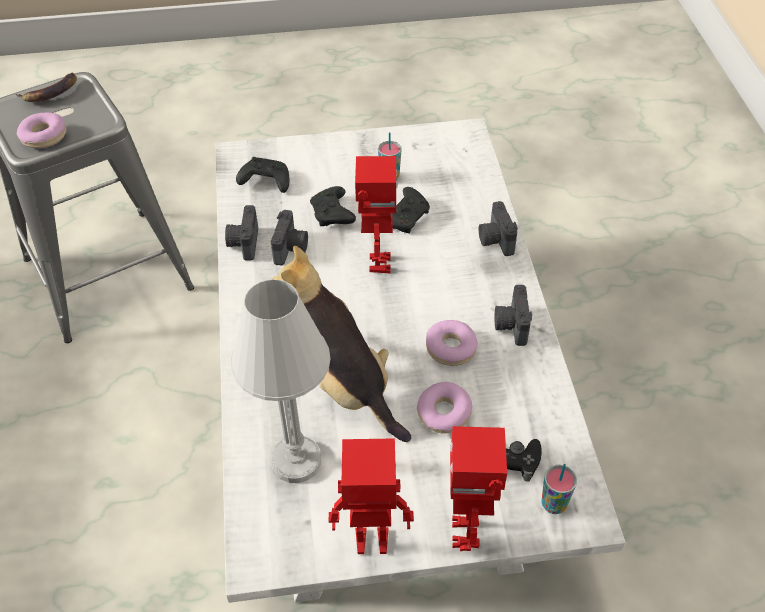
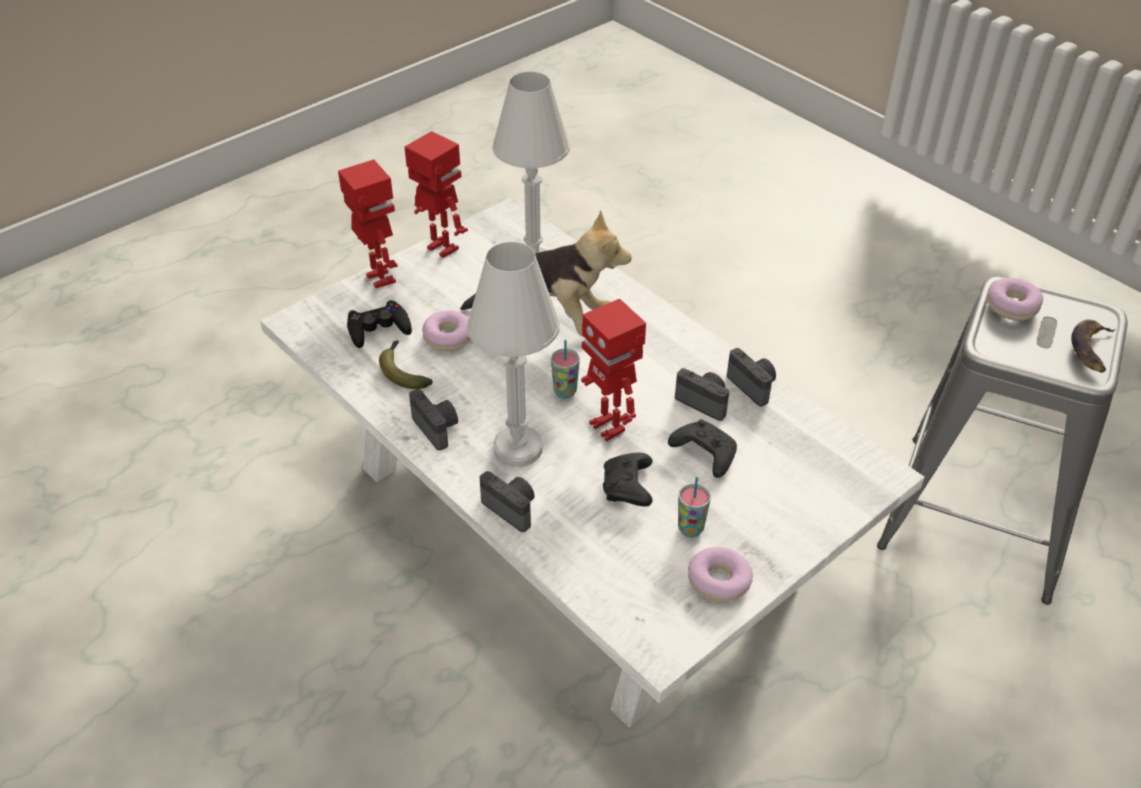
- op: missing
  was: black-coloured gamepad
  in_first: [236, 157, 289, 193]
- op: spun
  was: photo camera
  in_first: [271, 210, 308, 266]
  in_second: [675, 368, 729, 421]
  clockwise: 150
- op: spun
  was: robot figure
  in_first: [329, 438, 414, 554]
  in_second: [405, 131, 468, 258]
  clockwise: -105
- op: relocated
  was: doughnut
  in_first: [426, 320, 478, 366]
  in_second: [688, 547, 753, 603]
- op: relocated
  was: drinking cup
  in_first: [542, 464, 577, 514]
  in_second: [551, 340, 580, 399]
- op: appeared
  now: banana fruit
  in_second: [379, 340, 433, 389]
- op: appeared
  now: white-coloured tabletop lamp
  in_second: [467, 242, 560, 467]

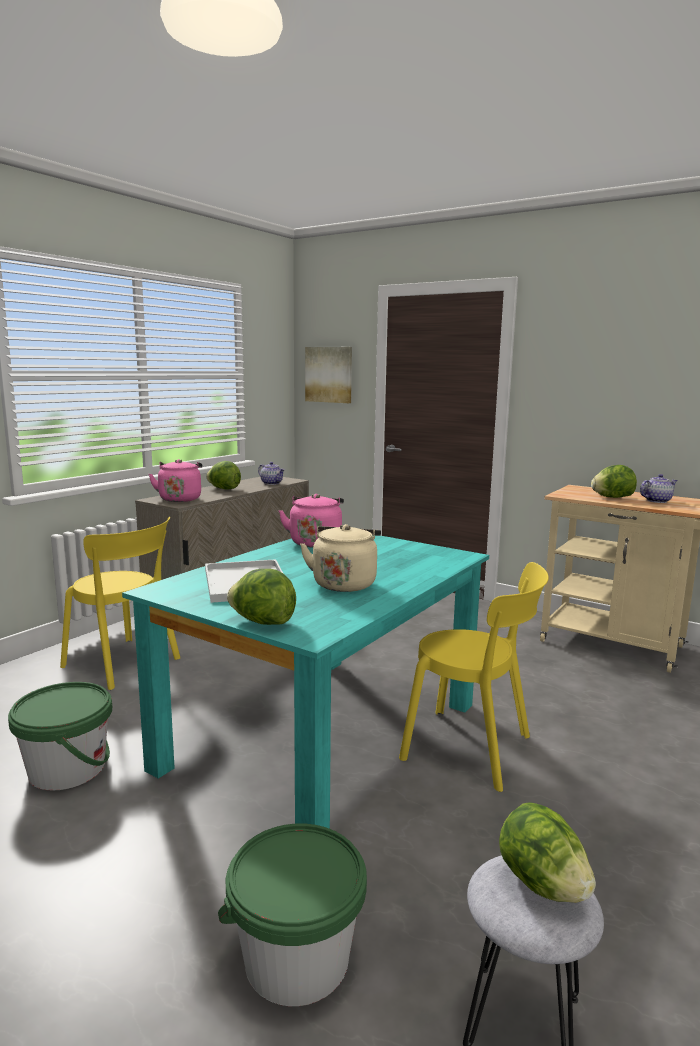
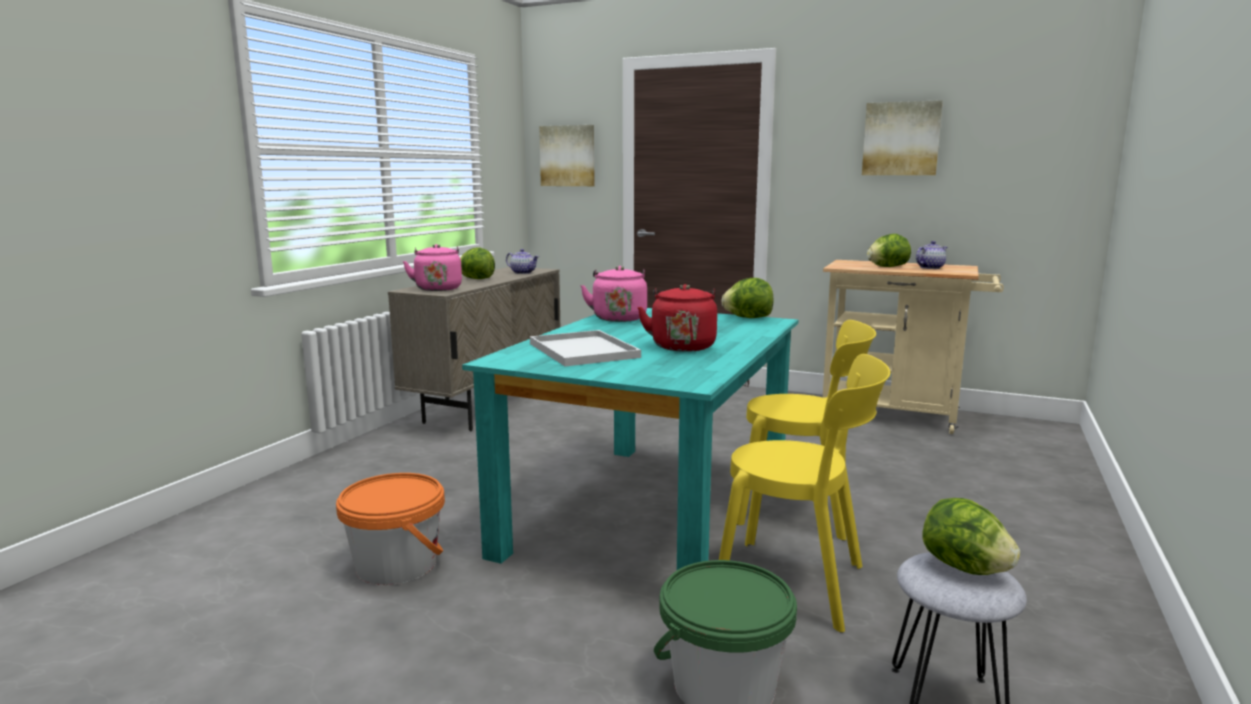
- op: colour
  was: green-coloured pail
  now: orangey pail
  in_first: [8, 682, 112, 790]
  in_second: [336, 473, 445, 585]
- op: relocated
  was: yellow-coloured chair
  in_first: [60, 517, 180, 690]
  in_second: [719, 354, 890, 633]
- op: relocated
  was: head of lettuce
  in_first: [227, 569, 296, 625]
  in_second: [721, 278, 774, 318]
- op: colour
  was: beige-coloured kettle
  now: red-coloured kettle
  in_first: [300, 524, 381, 592]
  in_second: [637, 284, 717, 352]
- op: appeared
  now: wall art
  in_second: [862, 100, 943, 175]

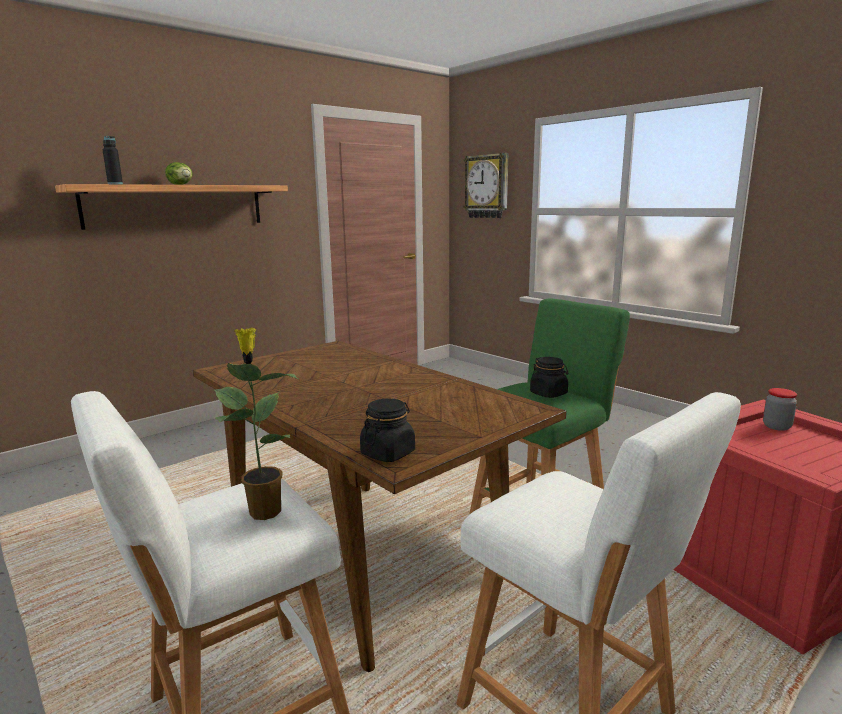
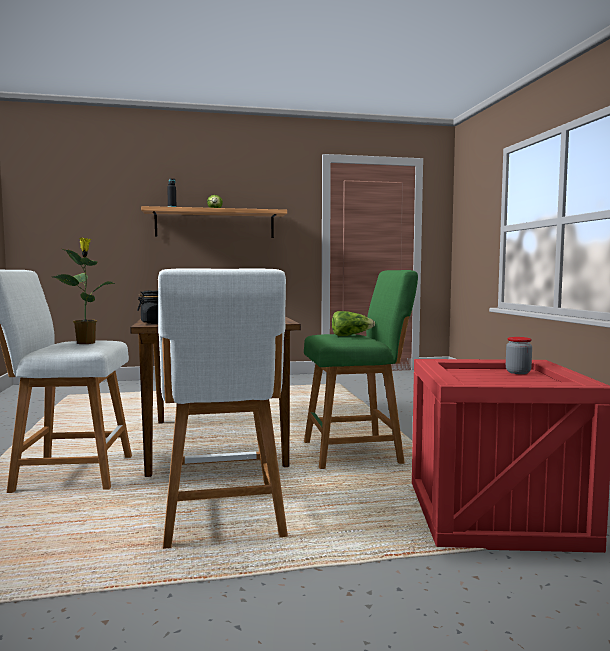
- op: missing
  was: hanging clock
  in_first: [463, 153, 508, 218]
- op: exchanged
  was: black-coloured storage jar
  now: head of lettuce
  in_first: [530, 357, 568, 398]
  in_second: [332, 311, 375, 336]

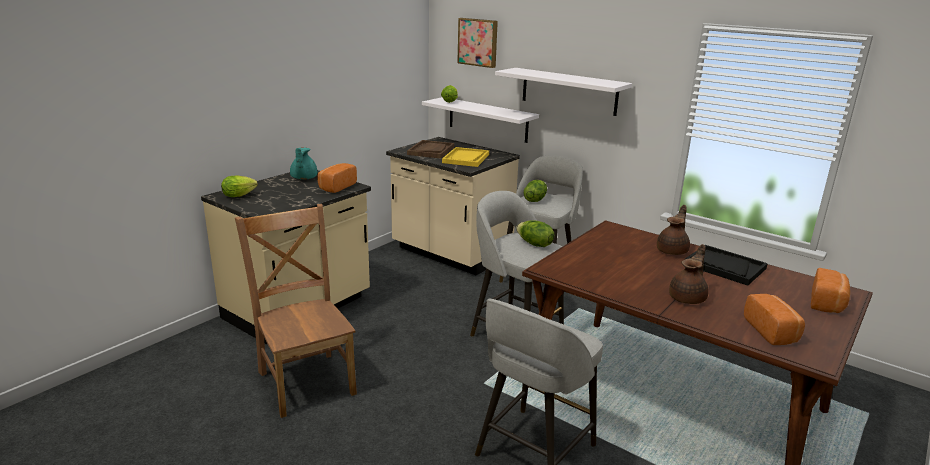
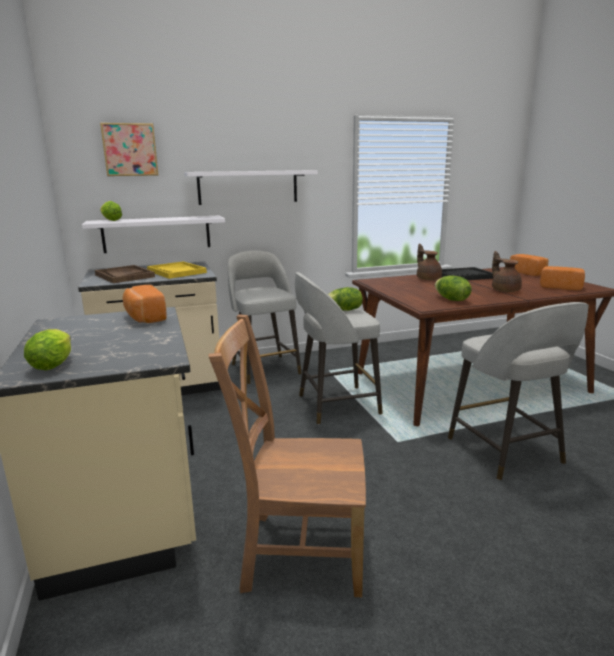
- op: missing
  was: blue-green teapot
  in_first: [290, 148, 317, 180]
- op: relocated
  was: head of lettuce
  in_first: [524, 180, 547, 202]
  in_second: [435, 275, 472, 301]

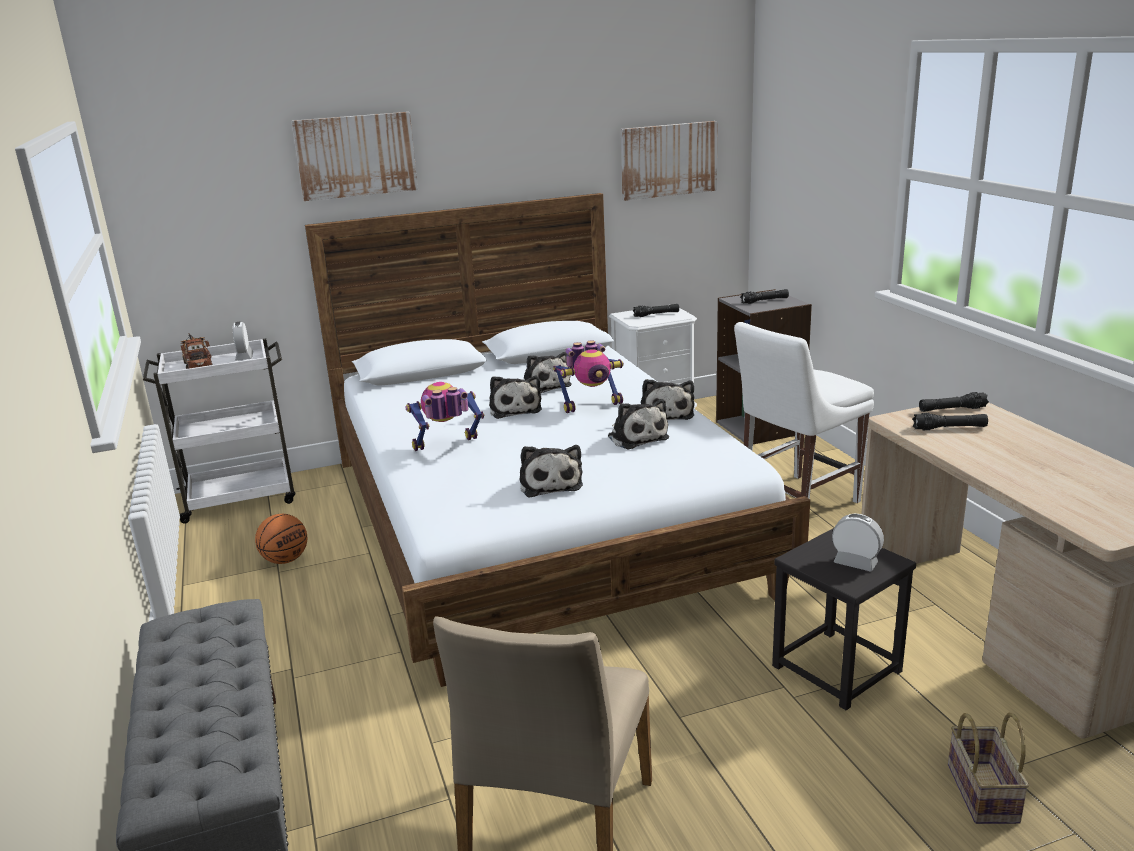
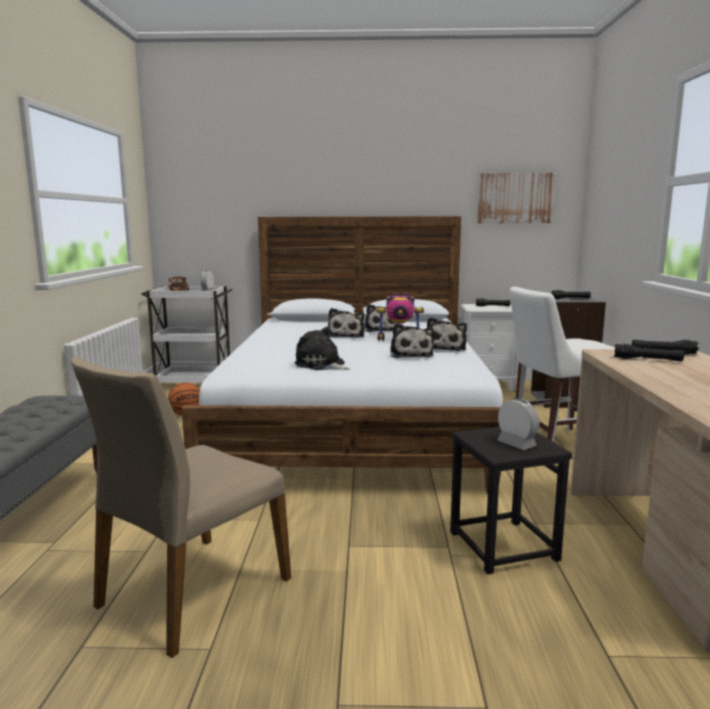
- op: missing
  was: wall art
  in_first: [291, 112, 418, 201]
- op: missing
  was: robot figure
  in_first: [405, 382, 484, 451]
- op: spun
  was: cuddly toy
  in_first: [520, 445, 583, 497]
  in_second: [294, 326, 350, 370]
  clockwise: 120
- op: missing
  was: basket
  in_first: [948, 712, 1029, 824]

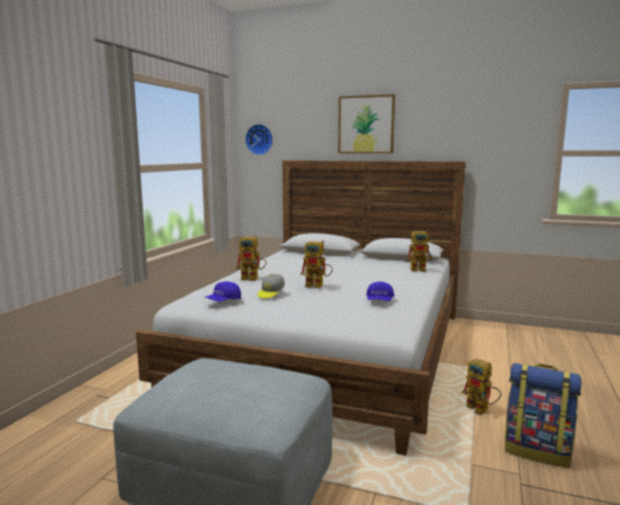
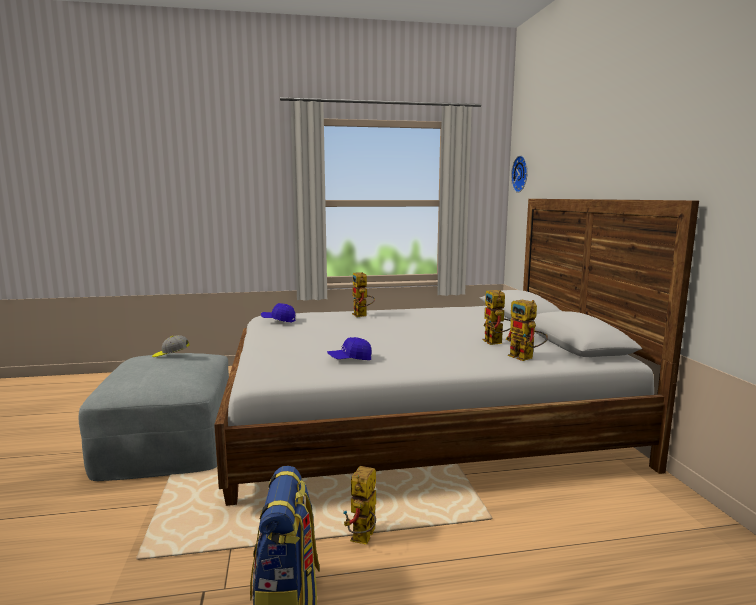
- op: relocated
  was: baseball cap
  in_first: [258, 274, 285, 299]
  in_second: [152, 335, 190, 357]
- op: relocated
  was: robot figure
  in_first: [300, 240, 333, 288]
  in_second: [483, 290, 511, 345]
- op: missing
  was: wall art
  in_first: [338, 94, 395, 153]

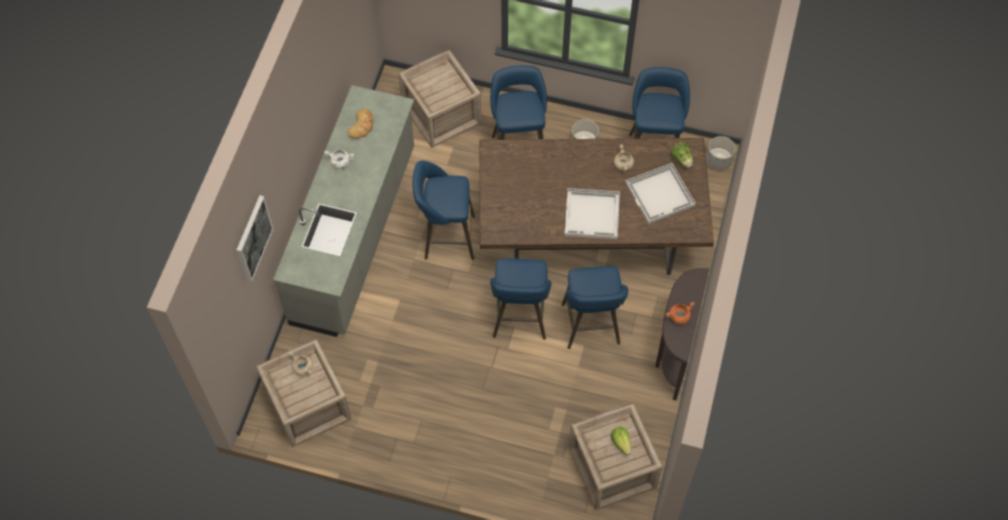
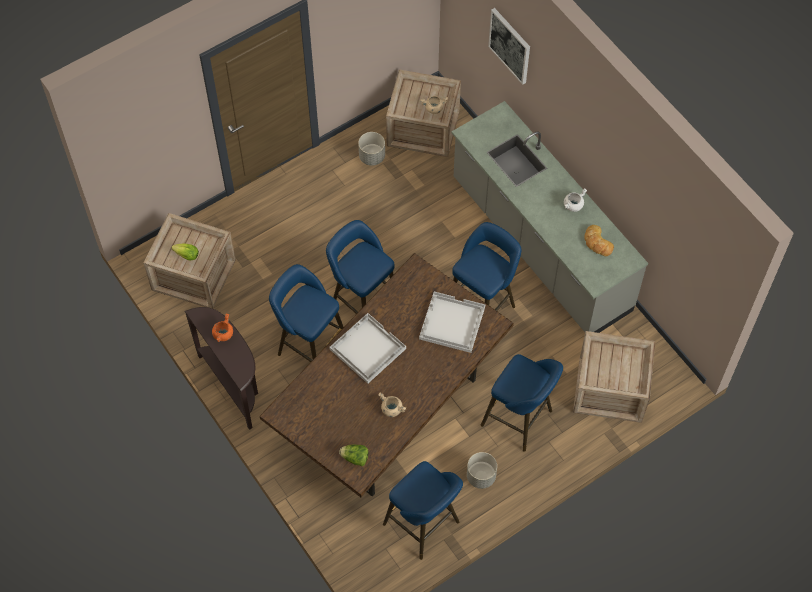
- op: relocated
  was: white-coloured serving tray
  in_first: [625, 163, 696, 224]
  in_second: [419, 292, 485, 353]
- op: relocated
  was: gray plant pot
  in_first: [706, 136, 736, 170]
  in_second: [358, 132, 385, 166]

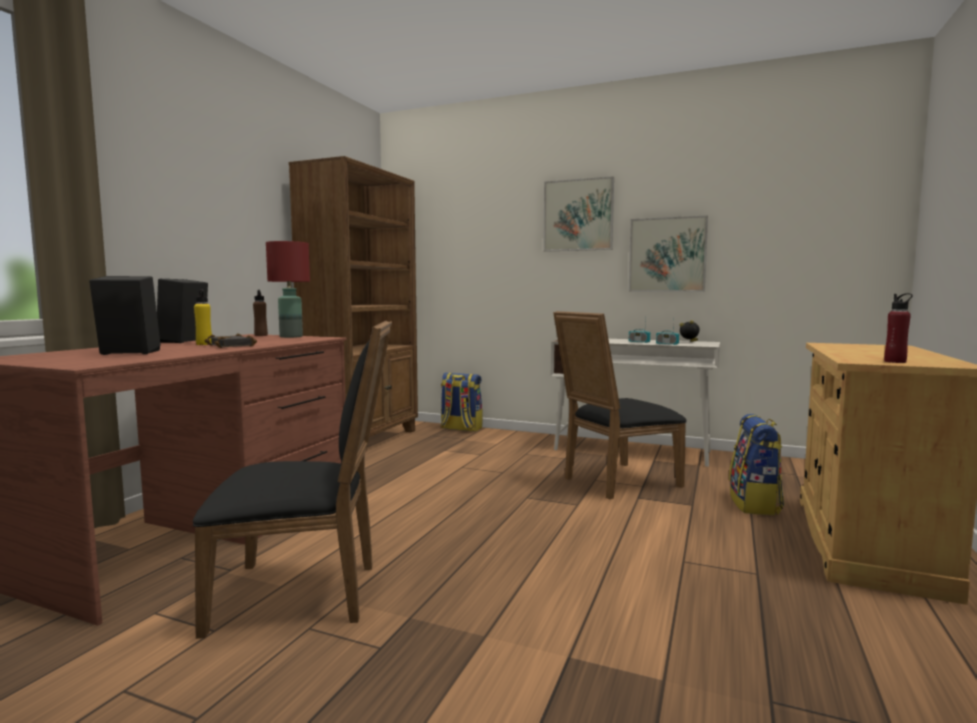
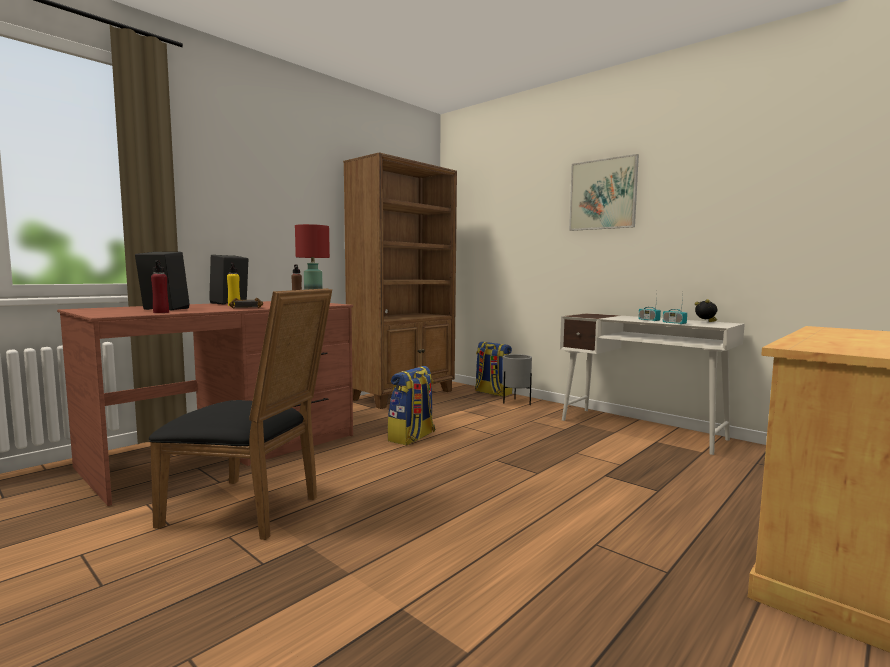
- op: missing
  was: black-coloured chair
  in_first: [553, 311, 687, 499]
- op: missing
  was: wall art
  in_first: [629, 216, 708, 292]
- op: relocated
  was: rucksack
  in_first: [729, 414, 784, 515]
  in_second: [387, 366, 435, 445]
- op: relocated
  was: red-coloured bottle
  in_first: [884, 293, 913, 363]
  in_second: [151, 260, 169, 313]
- op: appeared
  now: gray plant pot
  in_second: [502, 354, 532, 405]

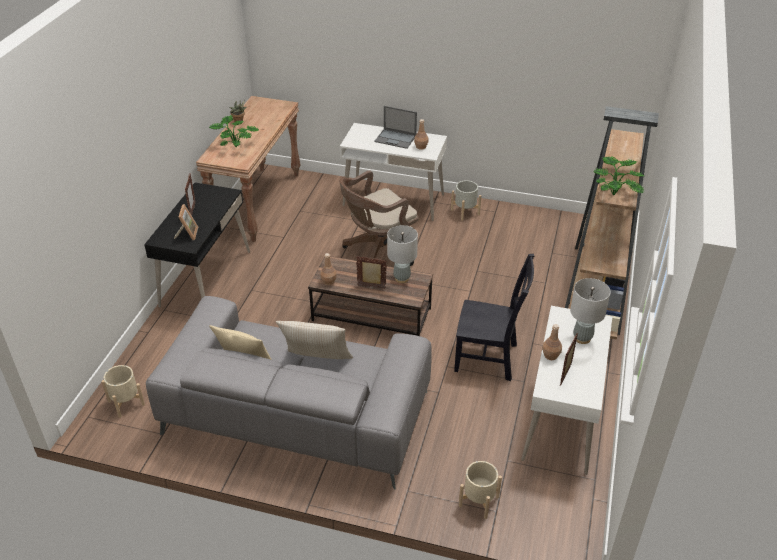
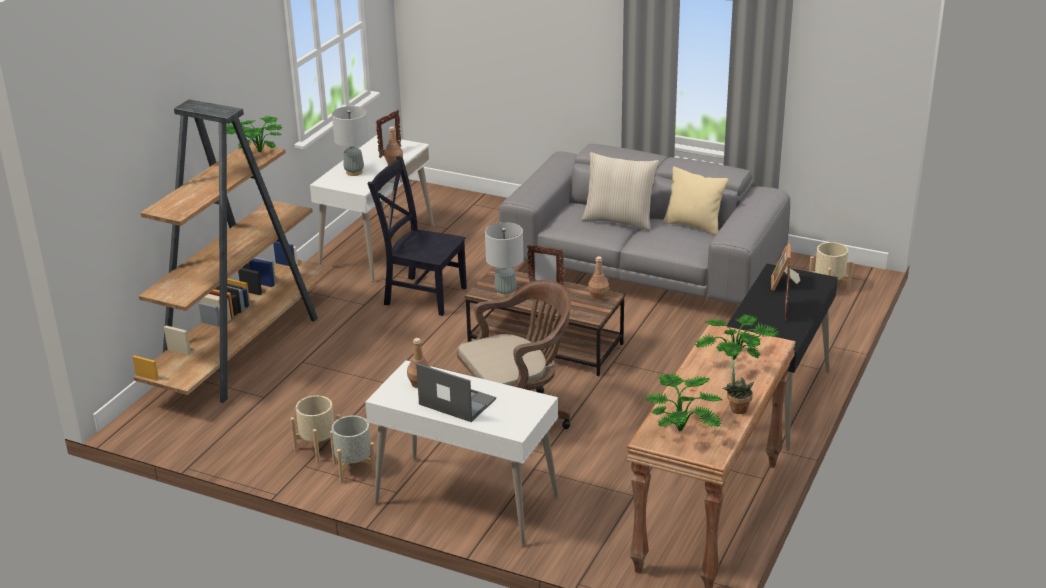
- op: relocated
  was: beige-coloured plant pot
  in_first: [459, 461, 502, 519]
  in_second: [290, 395, 341, 463]
- op: appeared
  now: houseplant
  in_second: [646, 373, 722, 431]

